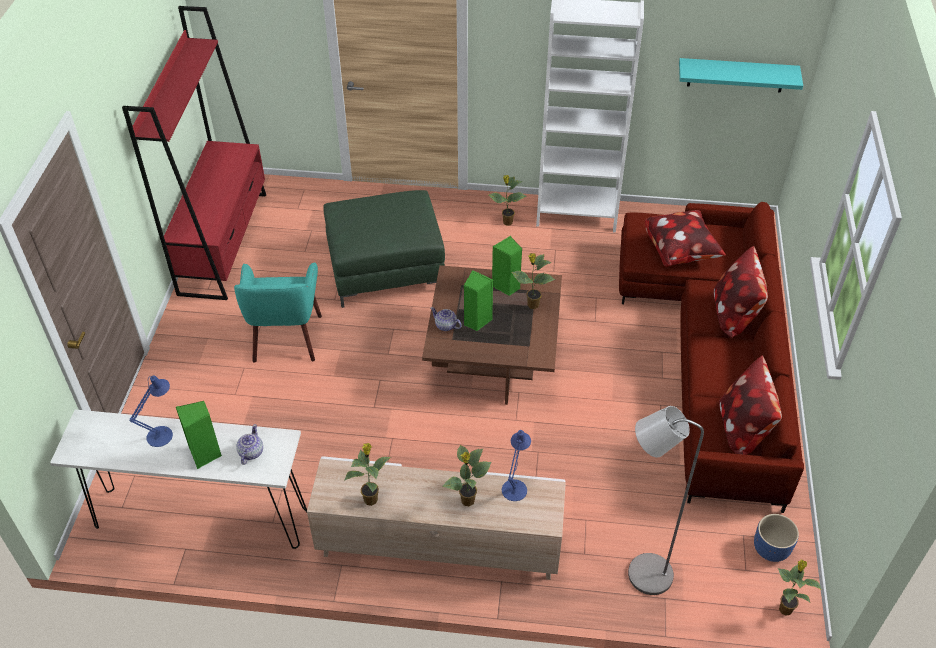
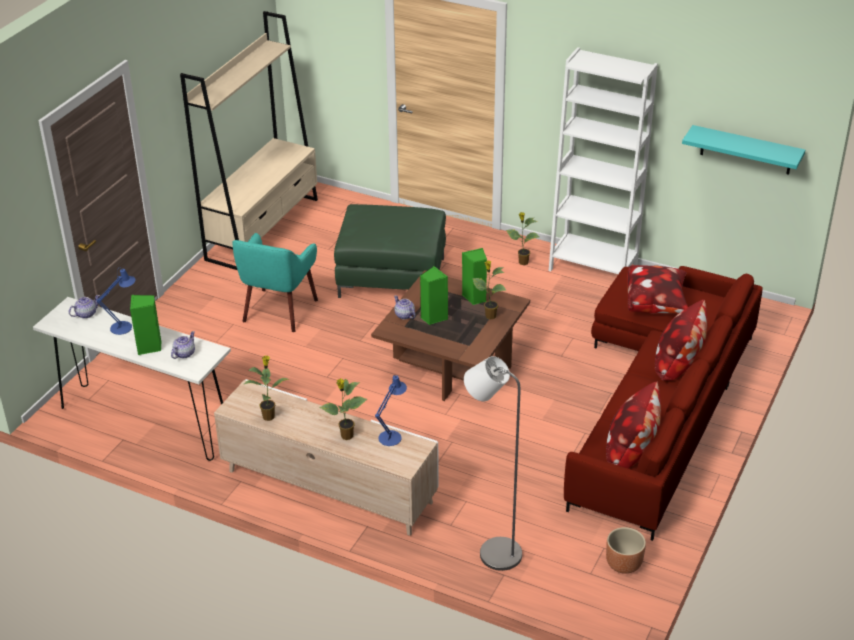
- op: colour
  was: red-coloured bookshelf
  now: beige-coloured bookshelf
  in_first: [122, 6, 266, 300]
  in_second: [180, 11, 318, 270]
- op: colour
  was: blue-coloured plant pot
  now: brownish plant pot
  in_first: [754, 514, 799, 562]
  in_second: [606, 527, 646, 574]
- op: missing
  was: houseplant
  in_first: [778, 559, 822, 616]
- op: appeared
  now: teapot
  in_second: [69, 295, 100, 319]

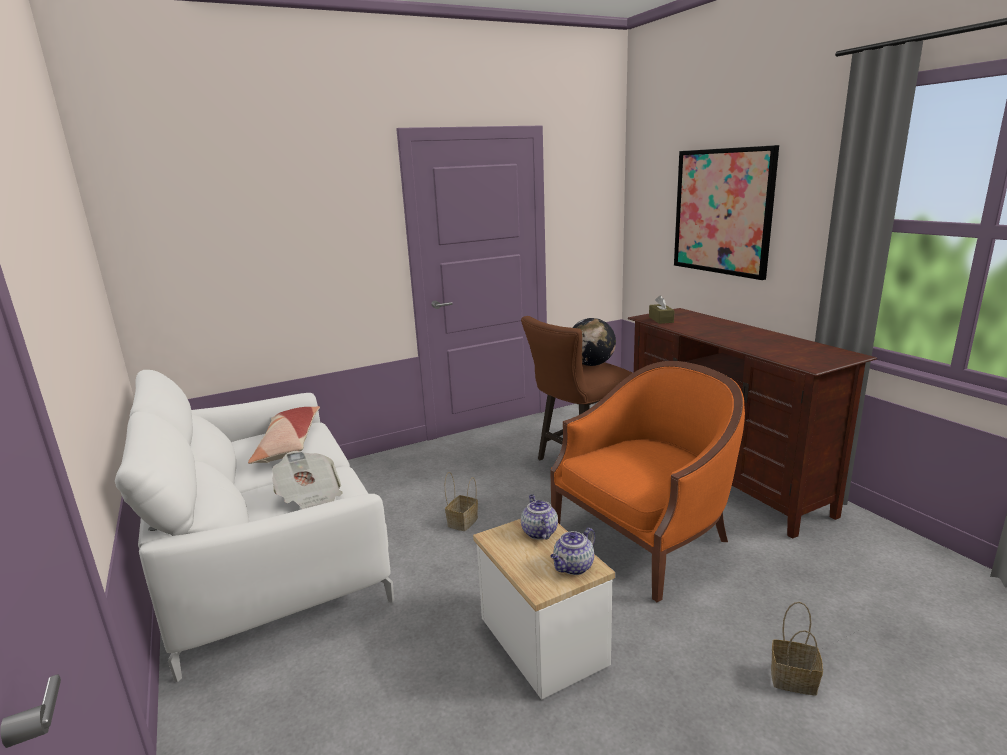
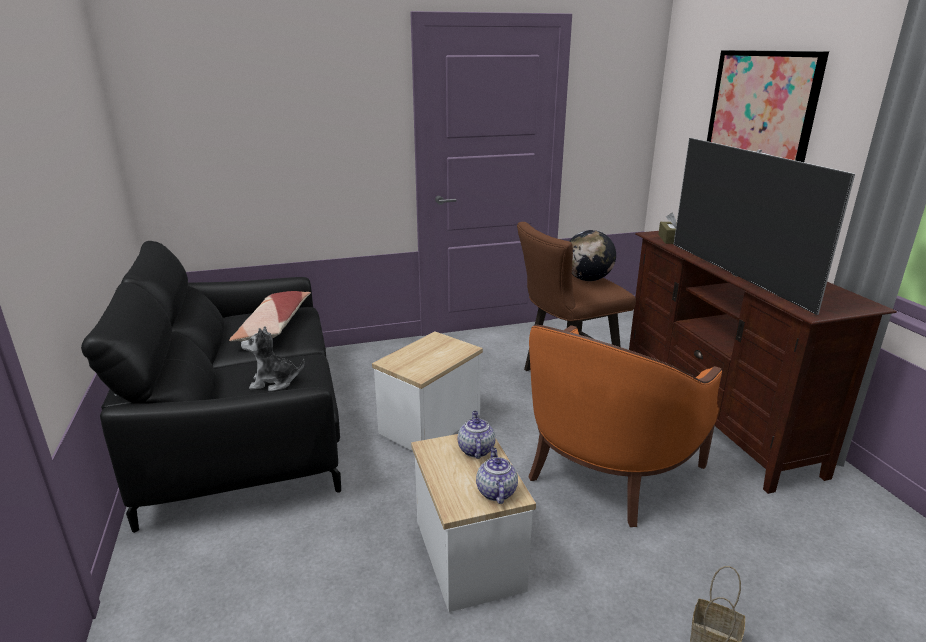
- op: colour
  was: white-coloured sofa
  now: black-coloured sofa
  in_first: [115, 370, 394, 682]
  in_second: [81, 241, 341, 533]
- op: exchanged
  was: newspaper
  now: cuddly toy
  in_first: [272, 451, 343, 509]
  in_second: [241, 326, 305, 392]
- op: exchanged
  was: basket
  now: end table
  in_first: [445, 472, 478, 531]
  in_second: [372, 331, 483, 451]
- op: spun
  was: orangey easy chair
  in_first: [550, 361, 745, 602]
  in_second: [528, 325, 722, 527]
  clockwise: 150
- op: spun
  was: teapot
  in_first: [550, 528, 595, 575]
  in_second: [476, 448, 518, 504]
  clockwise: 120
- op: appeared
  now: TV
  in_second: [674, 138, 855, 315]

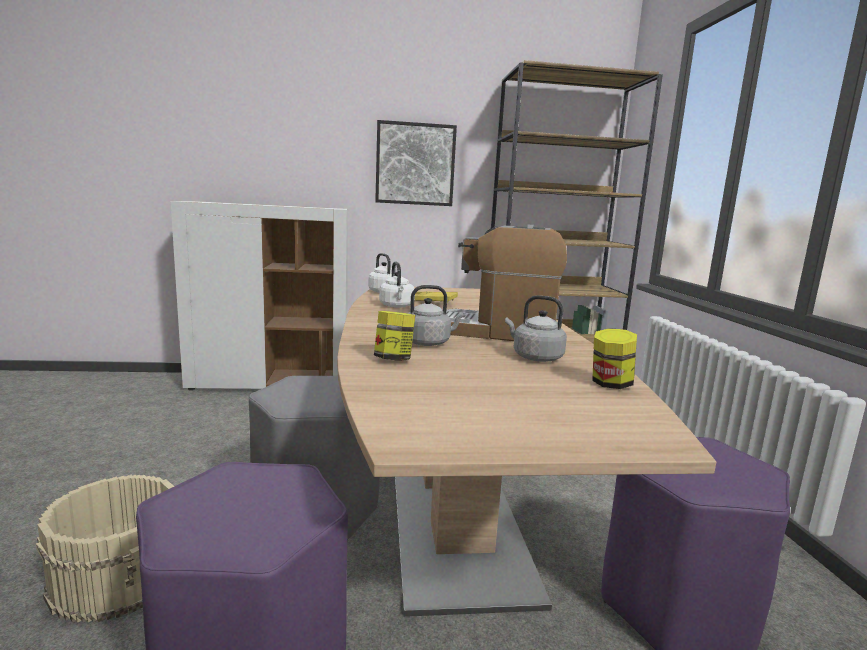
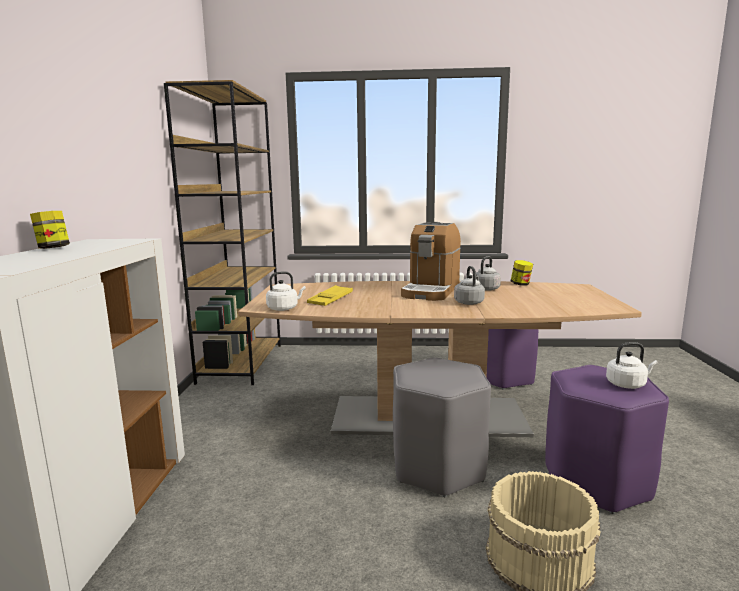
- op: relocated
  was: storage jar
  in_first: [374, 311, 415, 360]
  in_second: [30, 211, 70, 249]
- op: missing
  was: wall art
  in_first: [375, 120, 457, 206]
- op: relocated
  was: white-coloured kettle
  in_first: [379, 262, 415, 308]
  in_second: [606, 342, 658, 389]

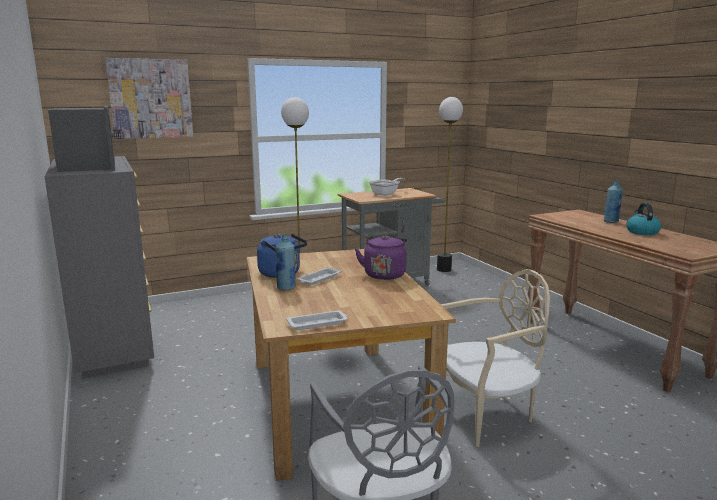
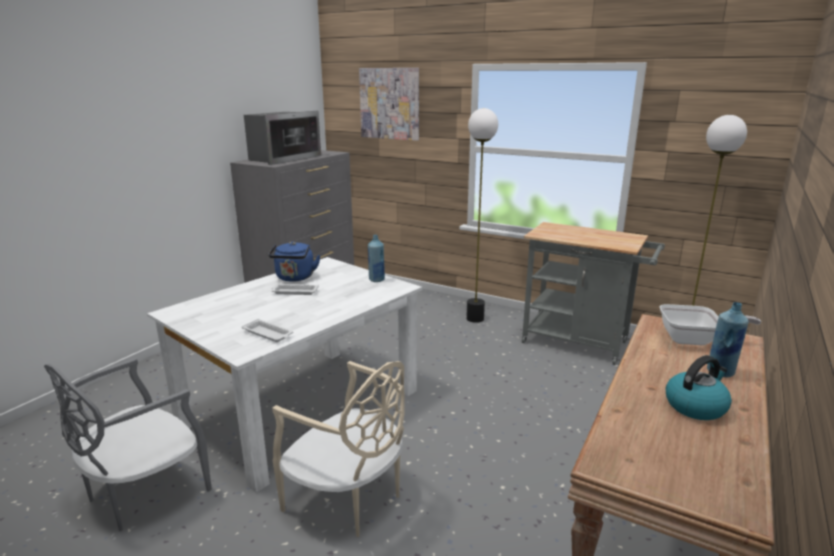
- op: colour
  was: brownish dinner table
  now: white-coloured dinner table
  in_first: [246, 249, 456, 481]
  in_second: [147, 257, 423, 493]
- op: relocated
  was: blue-coloured bottle
  in_first: [275, 234, 295, 291]
  in_second: [368, 235, 385, 282]
- op: relocated
  was: white-coloured serving tray
  in_first: [286, 310, 348, 330]
  in_second: [242, 319, 293, 342]
- op: missing
  was: purplish kettle
  in_first: [355, 235, 407, 280]
- op: relocated
  was: frying pan
  in_first: [369, 178, 405, 196]
  in_second: [660, 304, 761, 345]

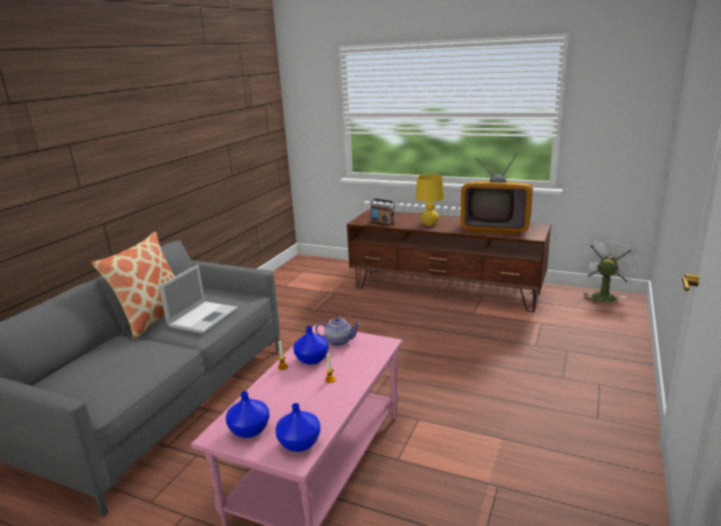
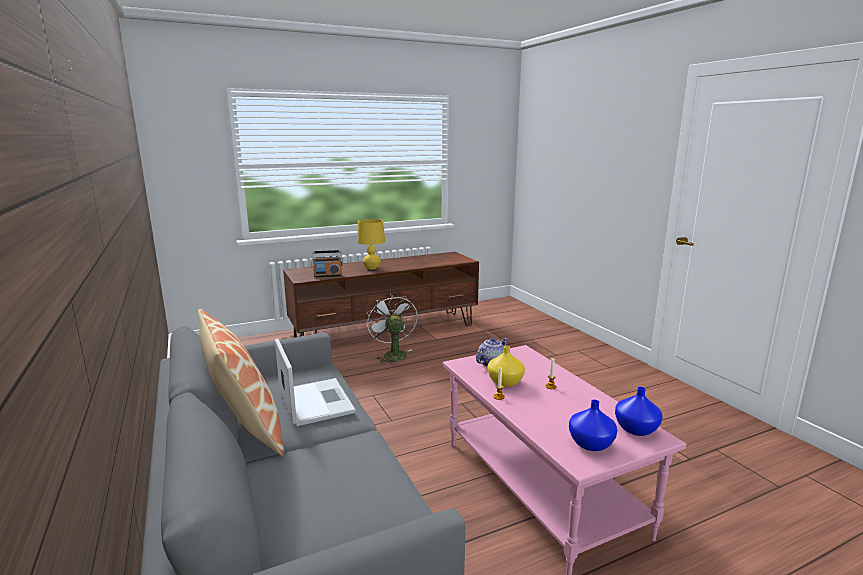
- op: colour
  was: blue-coloured vase
  now: yellow-coloured vase
  in_first: [293, 326, 329, 365]
  in_second: [488, 346, 525, 387]
- op: missing
  was: TV
  in_first: [460, 154, 533, 235]
- op: relocated
  was: white-coloured cooling fan
  in_first: [582, 240, 637, 304]
  in_second: [367, 294, 418, 365]

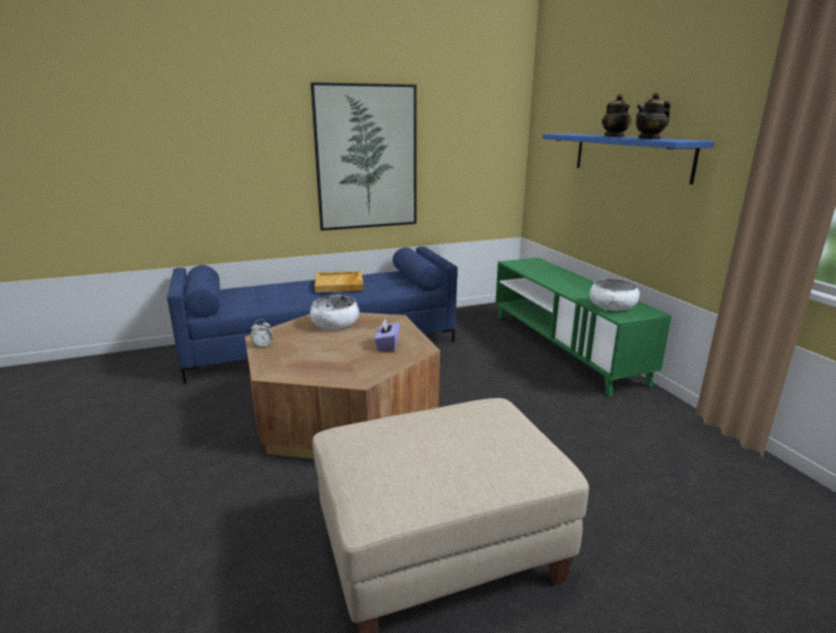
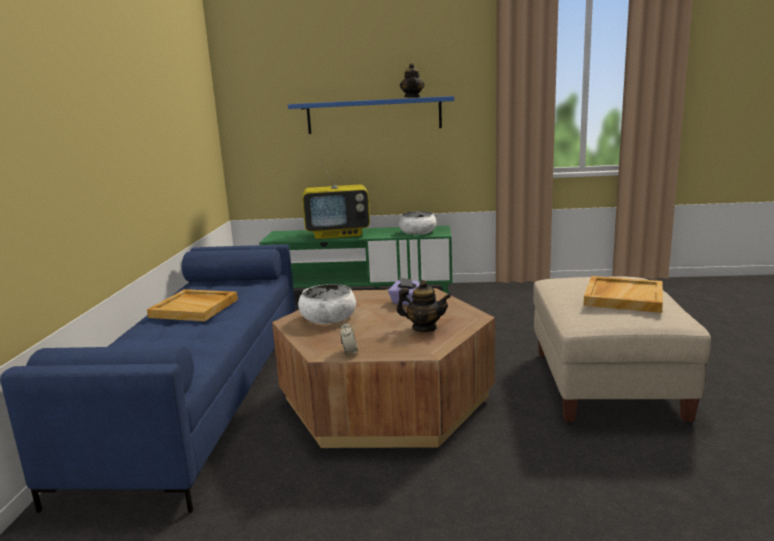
- op: missing
  was: wall art
  in_first: [311, 82, 416, 231]
- op: relocated
  was: teapot
  in_first: [602, 94, 632, 137]
  in_second: [396, 280, 451, 332]
- op: appeared
  now: TV
  in_second: [302, 159, 370, 239]
- op: appeared
  now: beige-coloured serving tray
  in_second: [584, 276, 663, 313]

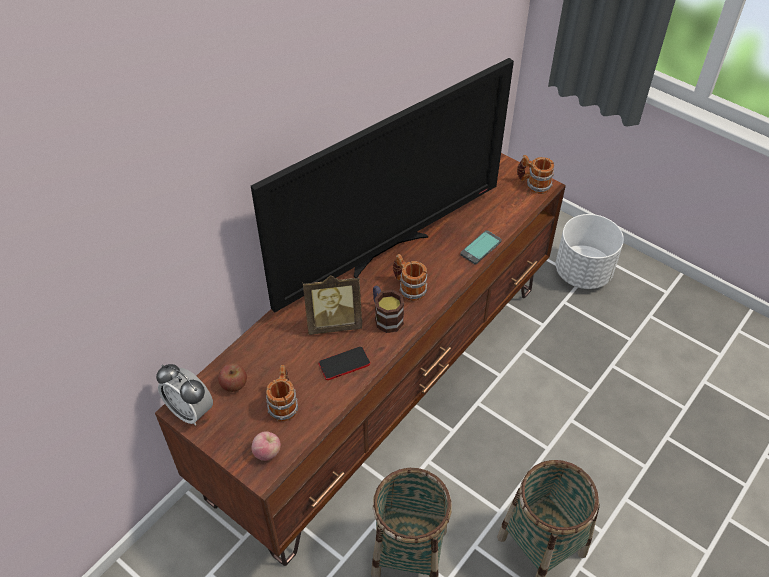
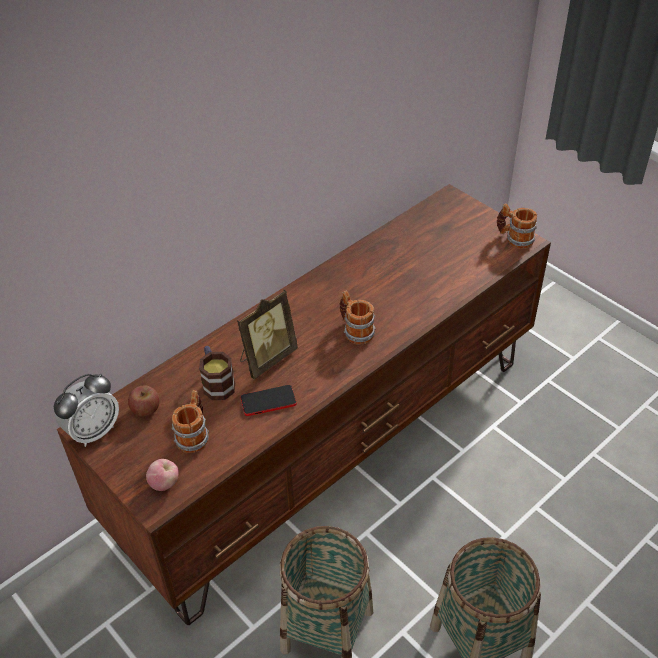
- op: spun
  was: bedside clock
  in_first: [156, 364, 213, 426]
  in_second: [54, 374, 119, 447]
  clockwise: -90
- op: missing
  was: TV
  in_first: [251, 58, 514, 313]
- op: spun
  was: picture frame
  in_first: [303, 275, 362, 335]
  in_second: [237, 289, 298, 379]
  clockwise: -45
- op: relocated
  was: mug
  in_first: [373, 285, 404, 333]
  in_second: [199, 346, 235, 400]
- op: missing
  was: telephone
  in_first: [460, 230, 502, 264]
- op: missing
  was: white-coloured plant pot
  in_first: [556, 214, 624, 289]

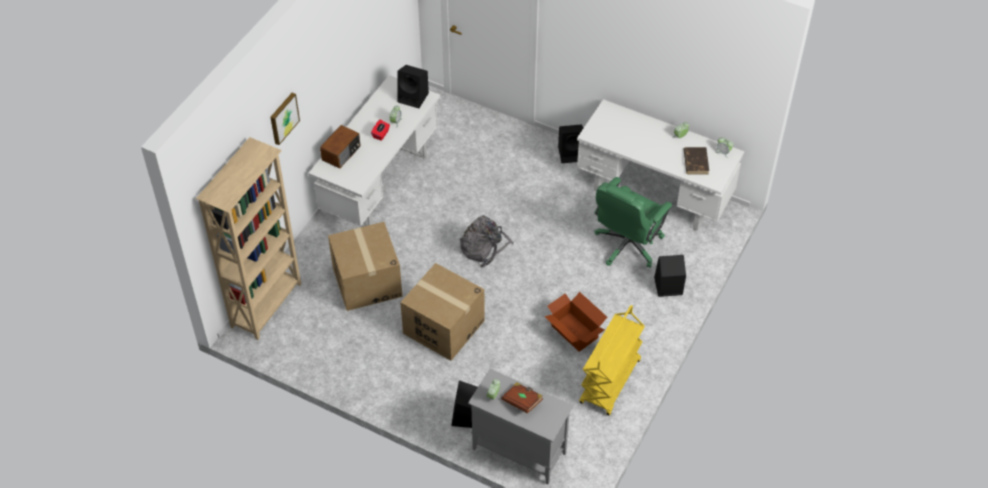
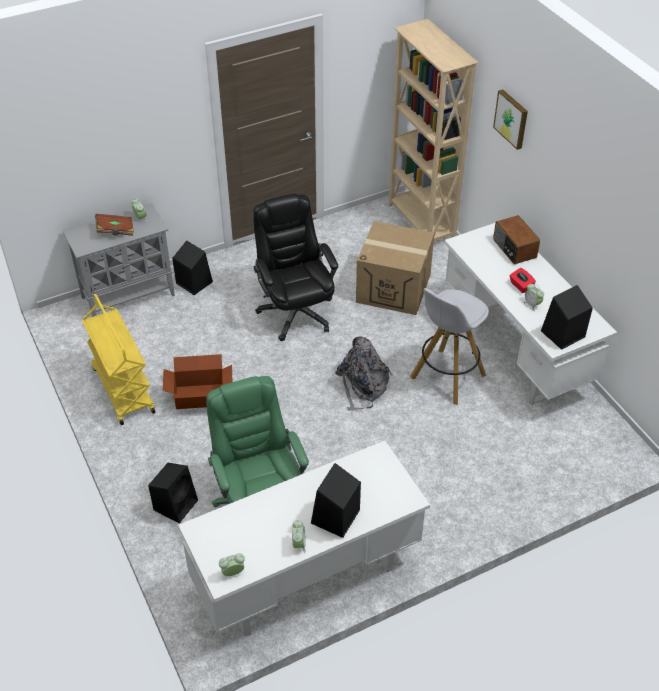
- op: exchanged
  was: cardboard box
  now: black-coloured desk chair
  in_first: [400, 263, 485, 361]
  in_second: [253, 193, 338, 341]
- op: relocated
  was: black-coloured audio speaker
  in_first: [558, 124, 583, 163]
  in_second: [311, 463, 361, 538]
- op: missing
  was: brownish volume
  in_first: [684, 147, 709, 174]
- op: appeared
  now: white-coloured stool
  in_second: [410, 288, 489, 405]

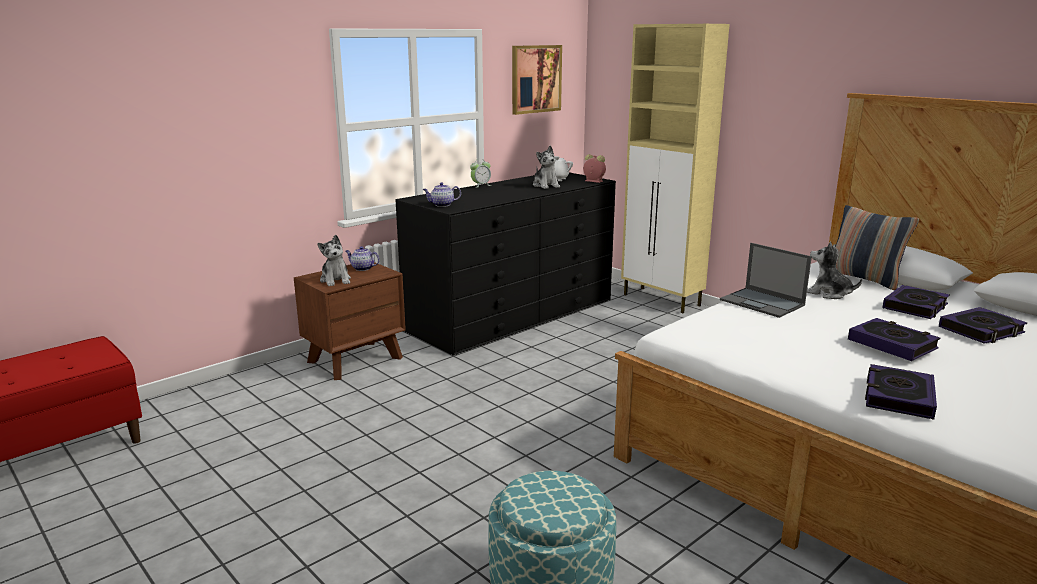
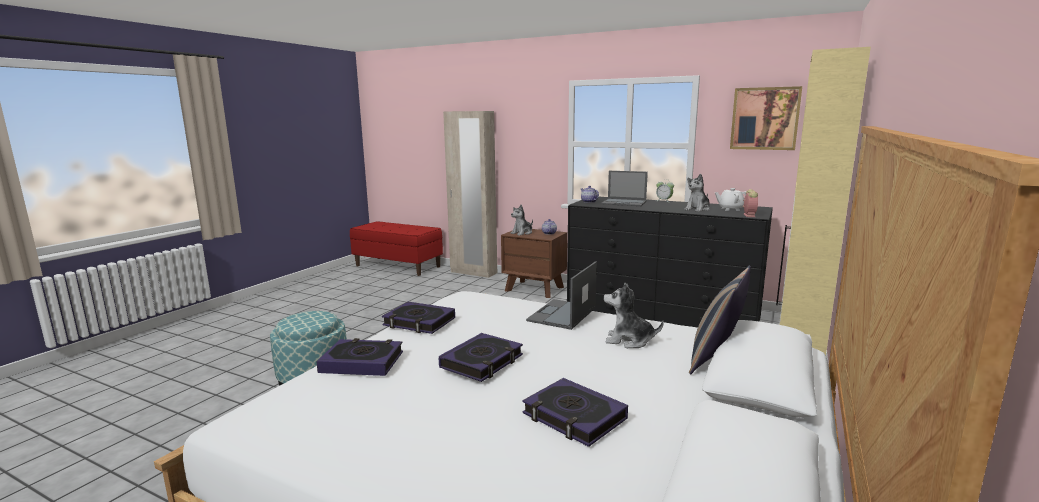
- op: spun
  was: cuddly toy
  in_first: [807, 241, 862, 299]
  in_second: [604, 283, 664, 348]
  clockwise: -90
- op: relocated
  was: volume
  in_first: [882, 285, 950, 319]
  in_second: [382, 302, 455, 334]
- op: appeared
  now: beige-coloured clothes cupboard
  in_second: [443, 111, 497, 278]
- op: appeared
  now: notebook computer
  in_second: [602, 171, 648, 206]

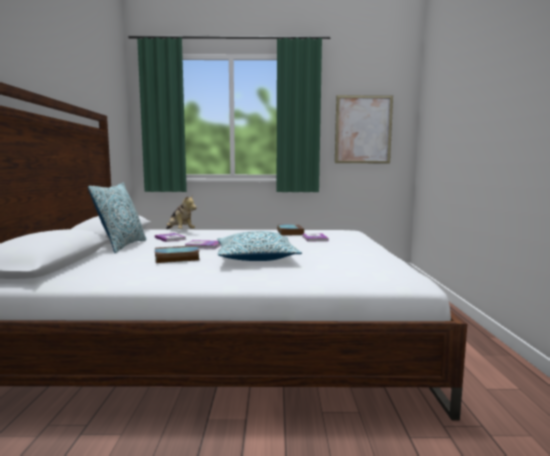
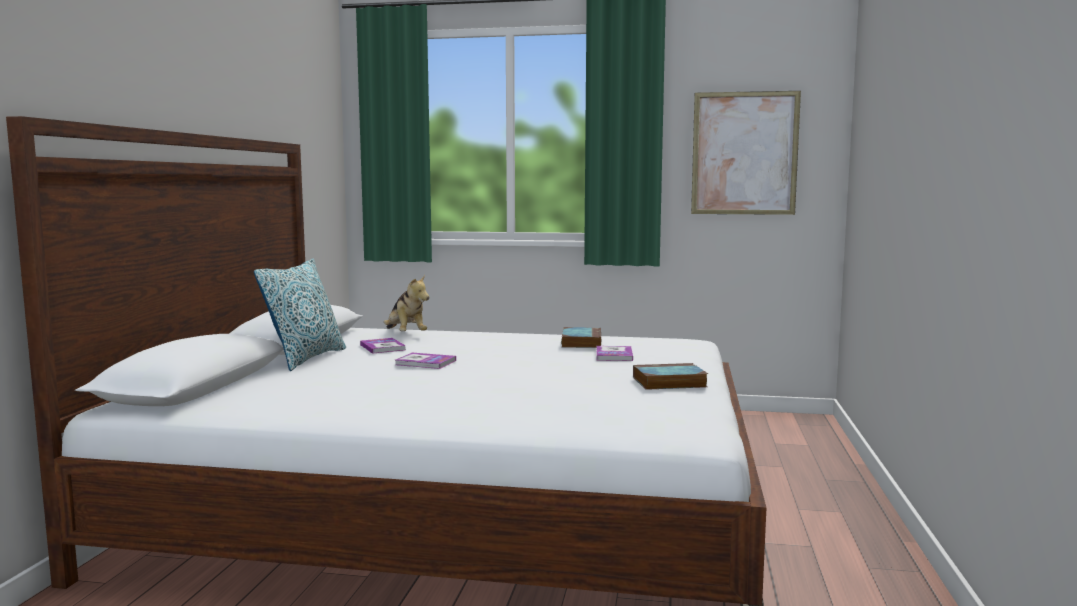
- op: relocated
  was: volume
  in_first: [155, 245, 200, 263]
  in_second: [633, 363, 708, 390]
- op: missing
  was: pillow
  in_first: [217, 231, 302, 261]

